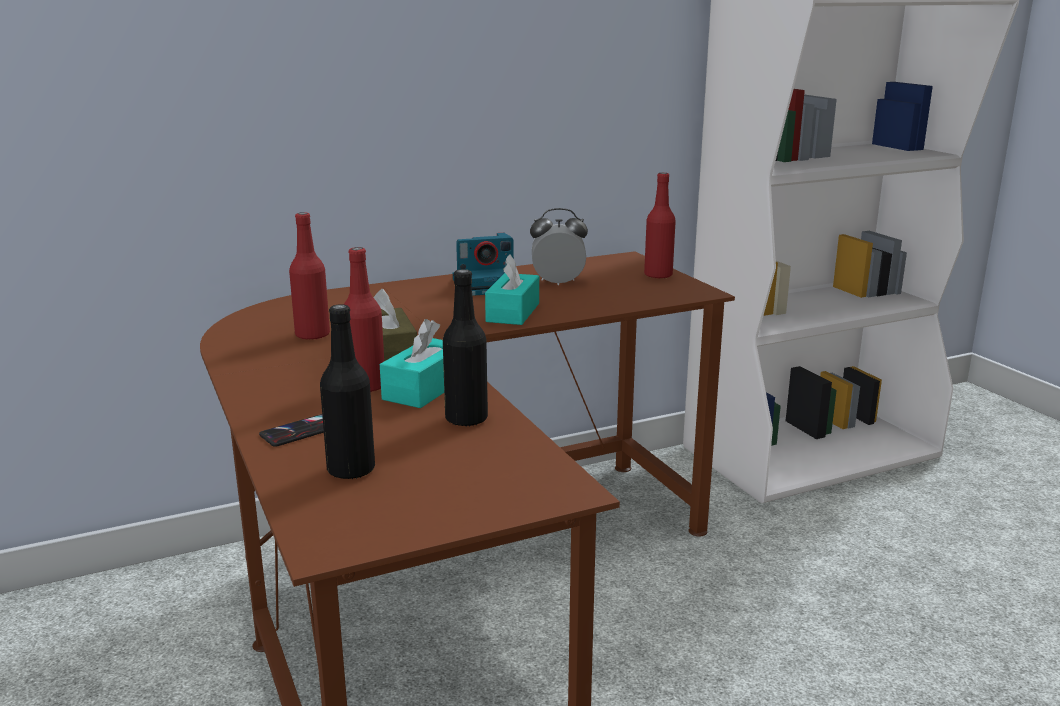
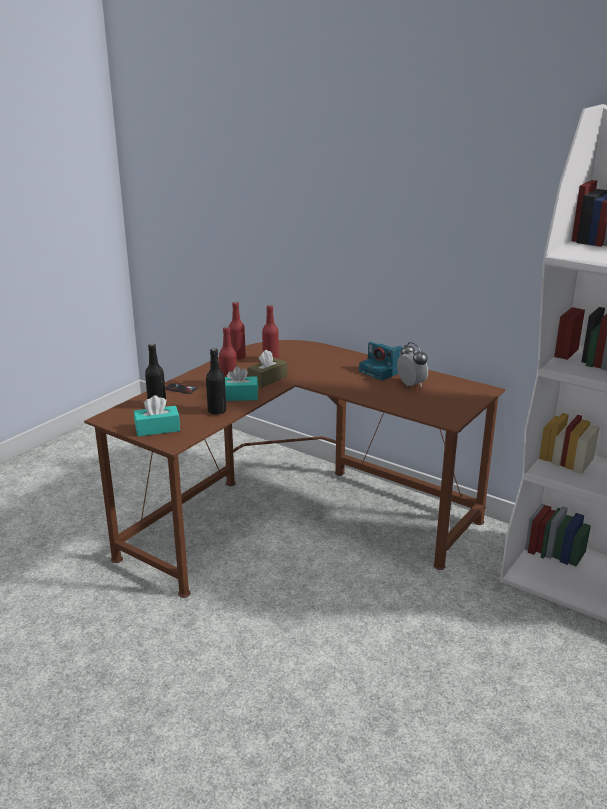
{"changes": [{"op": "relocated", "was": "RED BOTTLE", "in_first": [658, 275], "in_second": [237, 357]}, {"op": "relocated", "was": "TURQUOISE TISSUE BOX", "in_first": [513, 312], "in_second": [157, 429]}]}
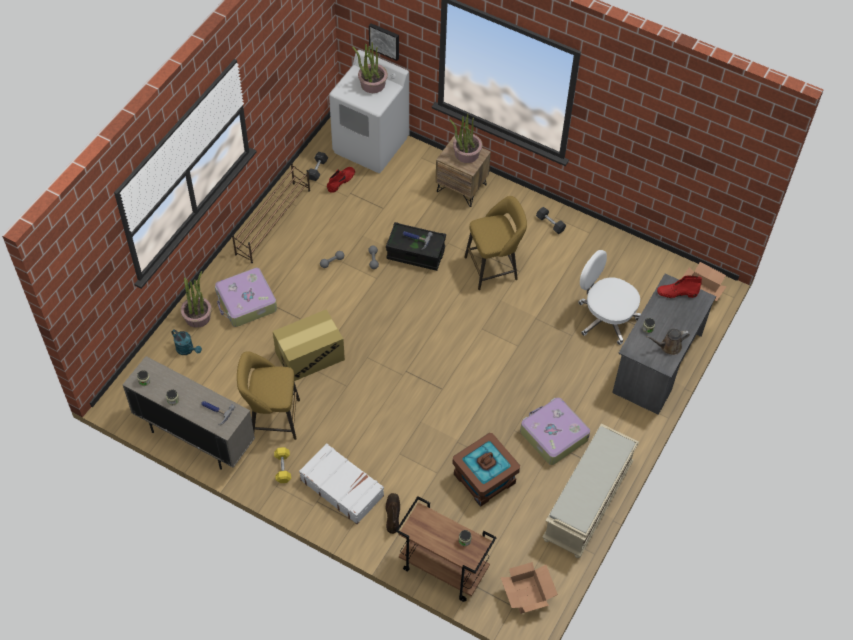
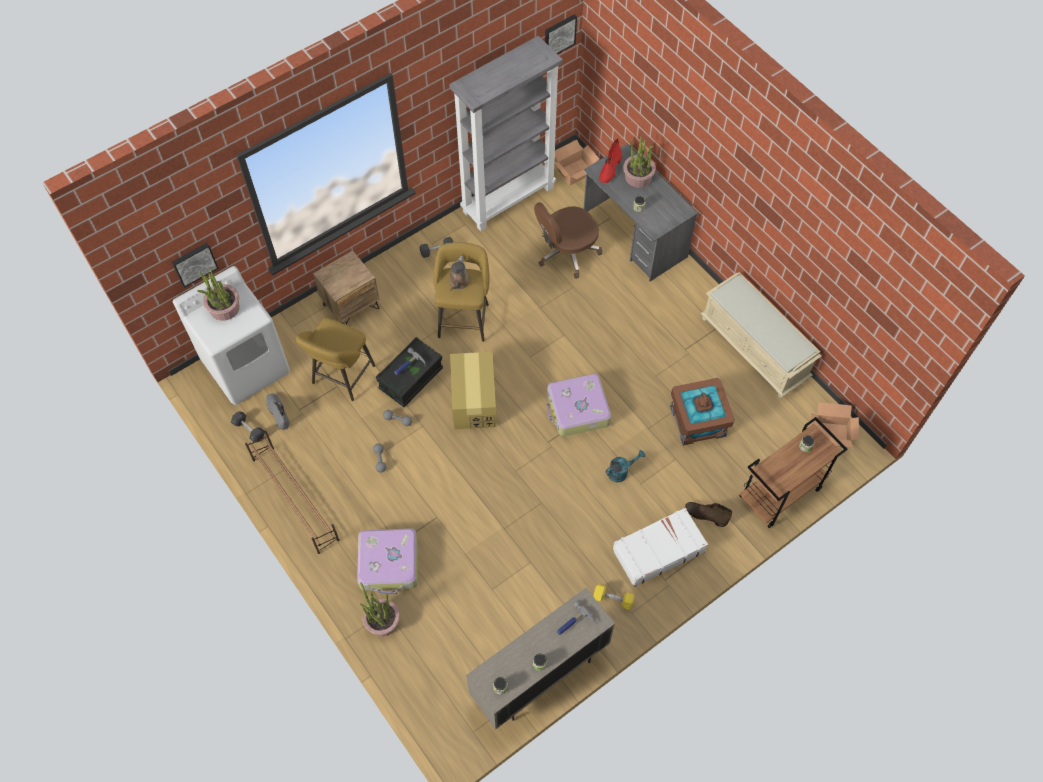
{"changes": [{"op": "relocated", "was": "POTTED PLANT", "in_first": [466, 153], "in_second": [638, 177]}, {"op": "colour", "was": "RED BOOT", "now": "GREY BOOT", "in_first": [341, 181], "in_second": [278, 412]}, {"op": "colour", "was": "WHITE OFFICE CHAIR", "now": "BROWN OFFICE CHAIR", "in_first": [605, 318], "in_second": [566, 252]}, {"op": "relocated", "was": "CARDBOARD BOX", "in_first": [309, 356], "in_second": [474, 400]}, {"op": "relocated", "was": "TURQUOISE WATERING CAN", "in_first": [187, 350], "in_second": [621, 471]}, {"op": "relocated", "was": "BROWN WATERING CAN", "in_first": [668, 346], "in_second": [459, 282]}, {"op": "relocated", "was": "YELLOW STOOL", "in_first": [272, 418], "in_second": [341, 377]}, {"op": "relocated", "was": "SUITCASE", "in_first": [553, 435], "in_second": [577, 410]}, {"op": "appeared", "now": "PICTURE", "in_second": [559, 35]}, {"op": "appeared", "now": "GREY BOOKCASE", "in_second": [508, 199]}]}
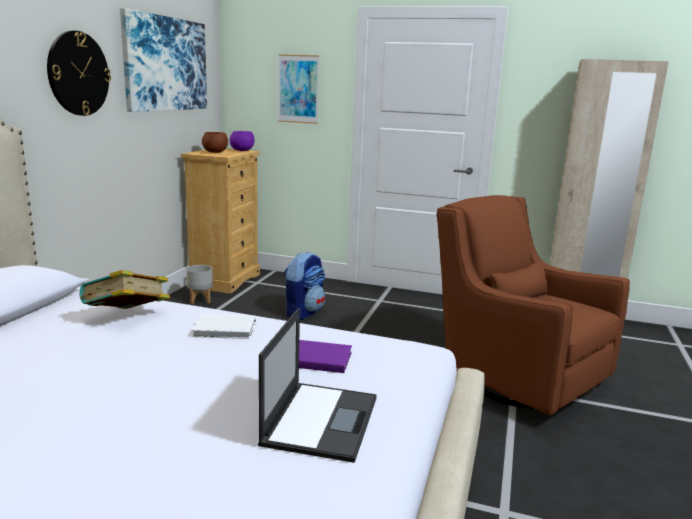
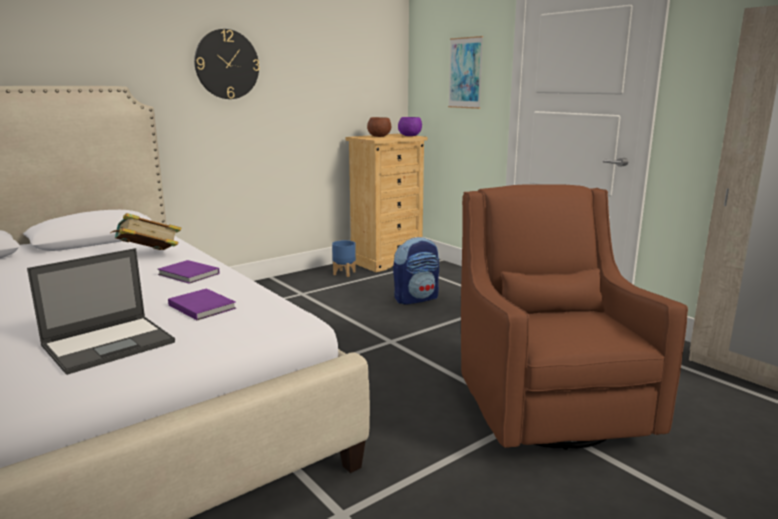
{"changes": [{"op": "missing", "was": "PICTURE", "in_first": [166, 64]}, {"op": "colour", "was": "GREY PLANTER", "now": "BLUE PLANTER", "in_first": [200, 300], "in_second": [344, 273]}, {"op": "colour", "was": "WHITE BOOK", "now": "PURPLE BOOK", "in_first": [226, 329], "in_second": [189, 274]}]}
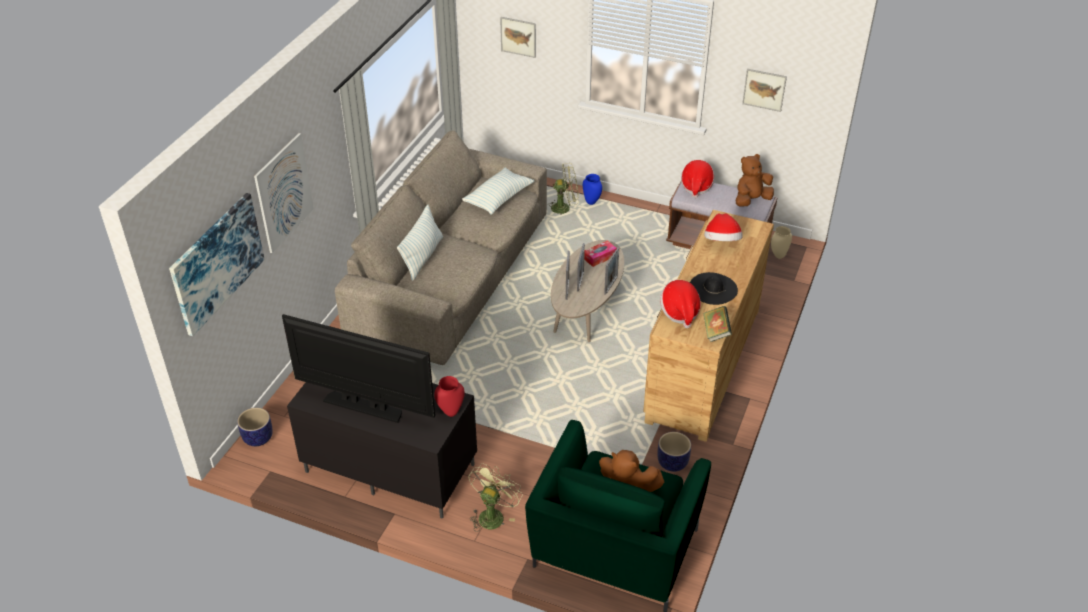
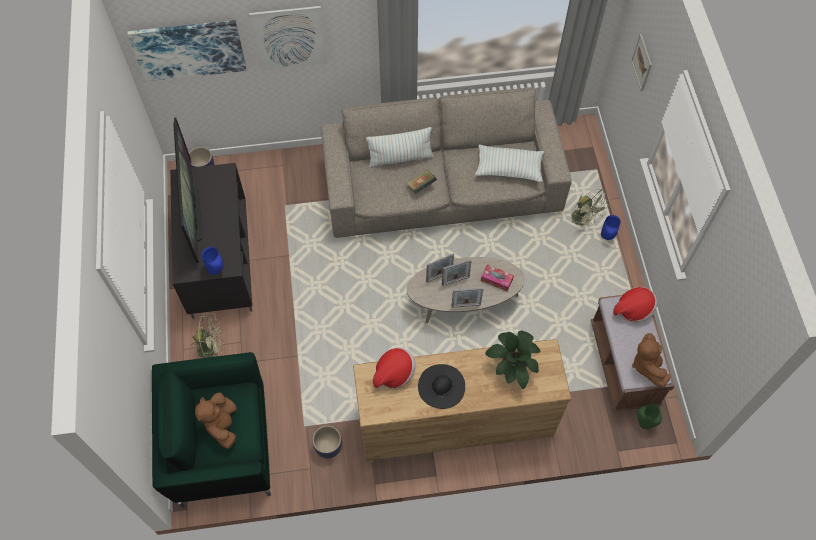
{"changes": [{"op": "missing", "was": "PICTURE", "in_first": [764, 89]}, {"op": "spun", "was": "BROWN PLUSH TOY", "in_first": [751, 200], "in_second": [647, 365], "clockwise": -120}, {"op": "exchanged", "was": "HAT", "now": "POTTED PLANT", "in_first": [722, 242], "in_second": [512, 366]}, {"op": "colour", "was": "BEIGE VASE", "now": "GREEN VASE", "in_first": [778, 255], "in_second": [644, 423]}, {"op": "relocated", "was": "BOOK", "in_first": [716, 332], "in_second": [421, 186]}, {"op": "colour", "was": "RED VASE", "now": "BLUE VASE", "in_first": [451, 412], "in_second": [216, 270]}]}
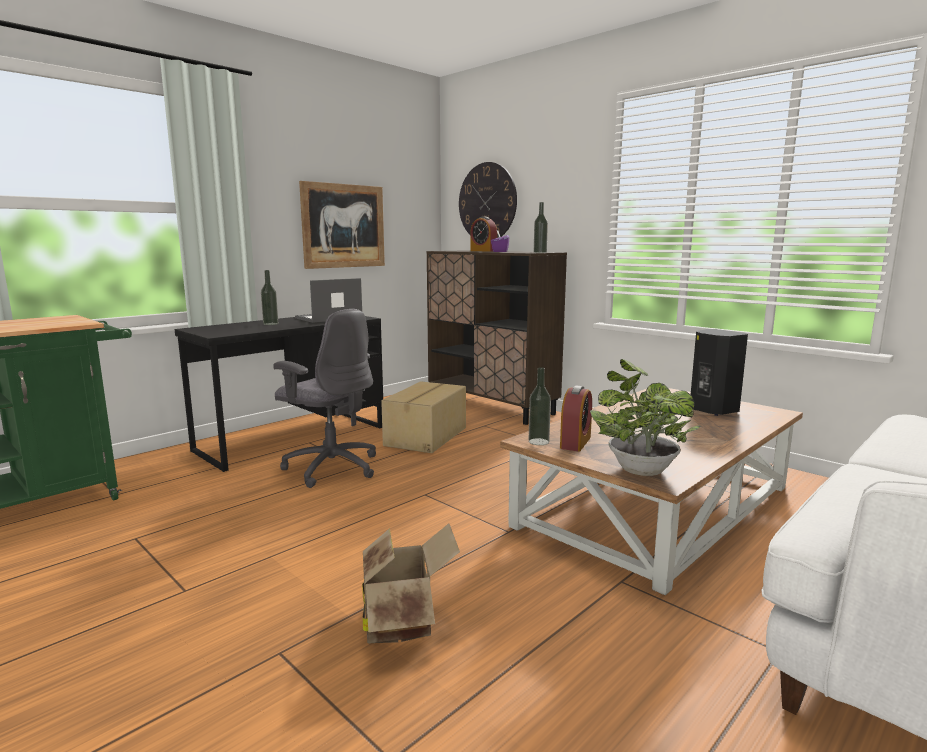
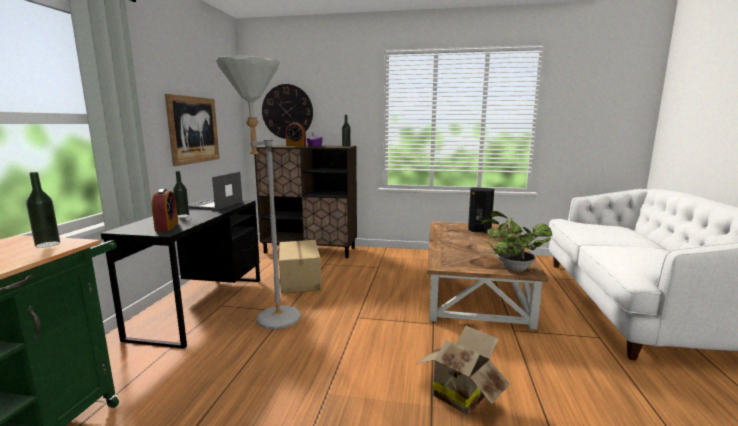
{"changes": [{"op": "exchanged", "was": "GREY OFFICE CHAIR", "now": "GREY FLOOR LAMP", "in_first": [331, 467], "in_second": [269, 318]}, {"op": "relocated", "was": "BOTTLE", "in_first": [538, 441], "in_second": [47, 244]}, {"op": "relocated", "was": "ALARM CLOCK", "in_first": [575, 442], "in_second": [167, 227]}]}
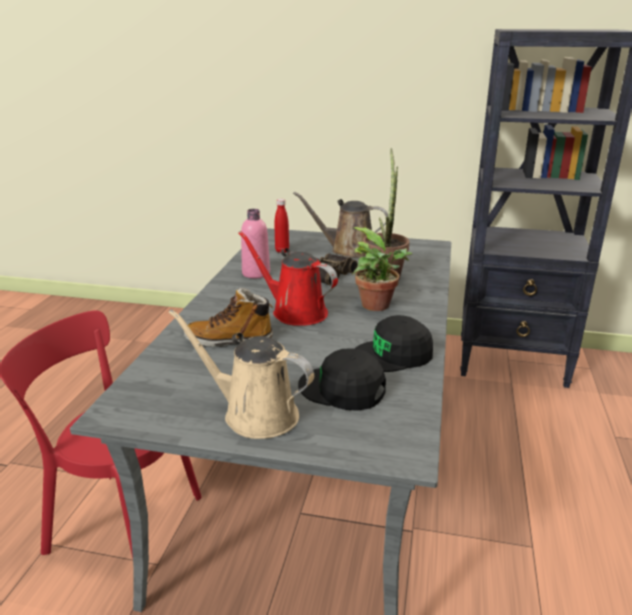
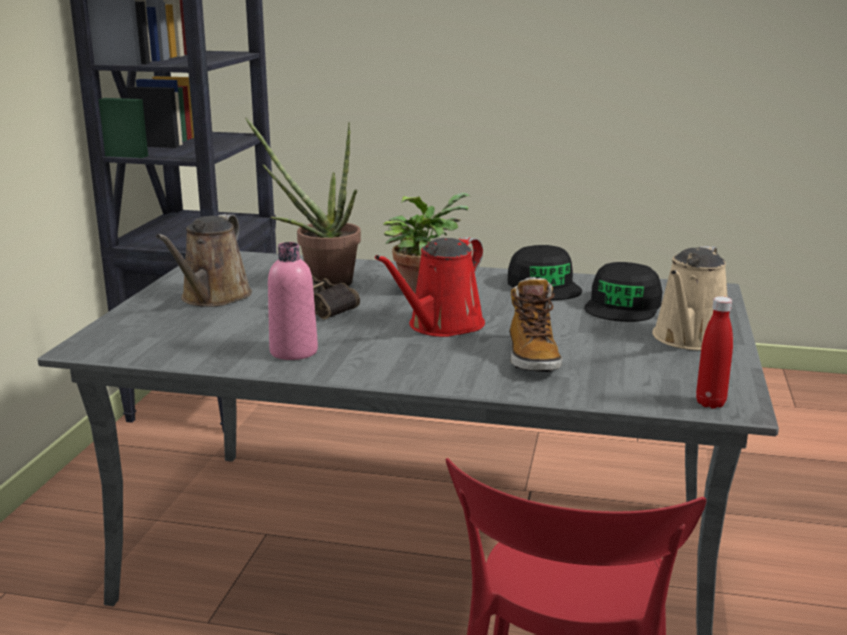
{"changes": [{"op": "relocated", "was": "RED BOTTLE", "in_first": [282, 251], "in_second": [710, 403]}]}
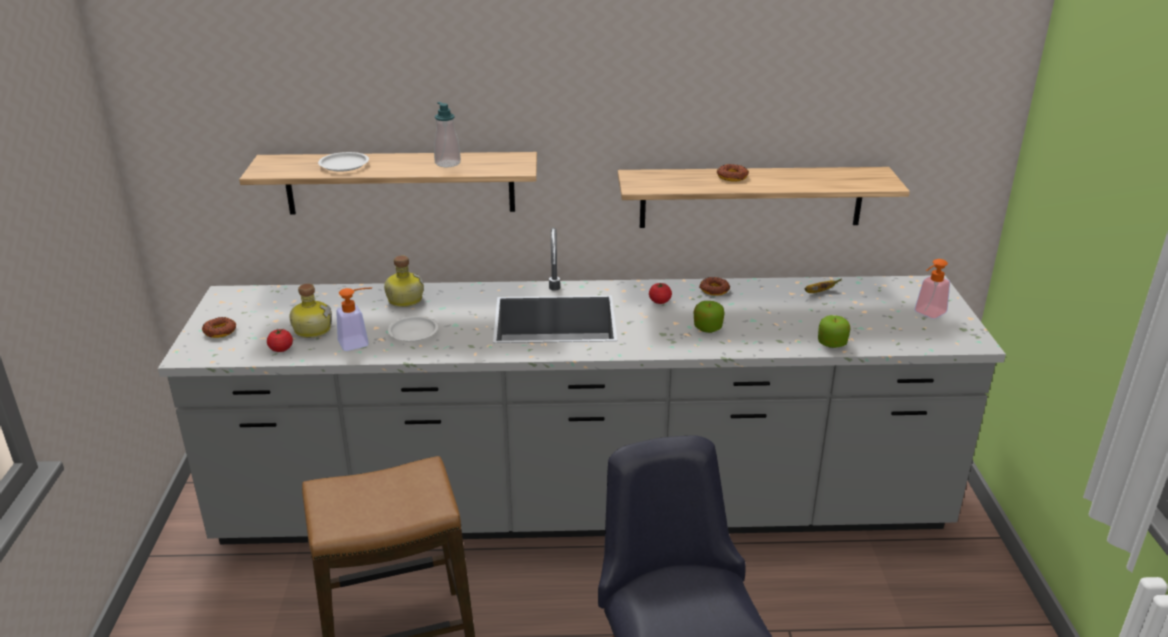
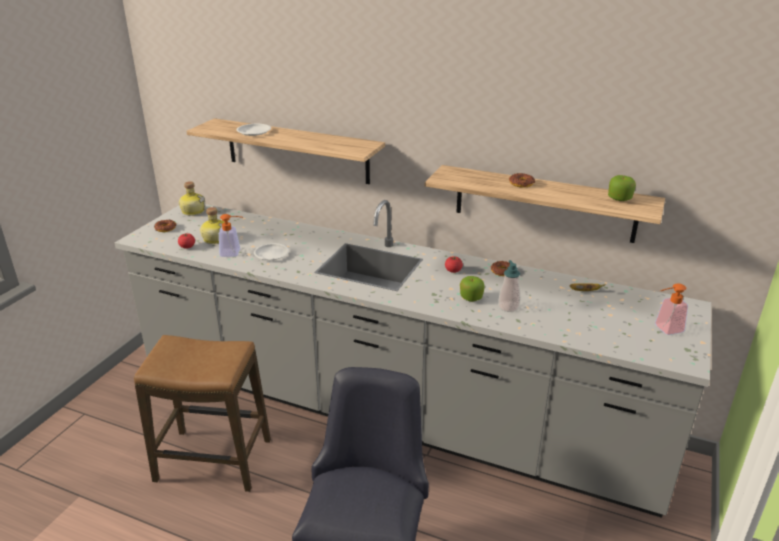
{"changes": [{"op": "relocated", "was": "SOAP DISPENSER", "in_first": [447, 163], "in_second": [508, 307]}, {"op": "relocated", "was": "BOTTLE", "in_first": [404, 299], "in_second": [193, 211]}, {"op": "relocated", "was": "APPLE", "in_first": [832, 343], "in_second": [619, 198]}]}
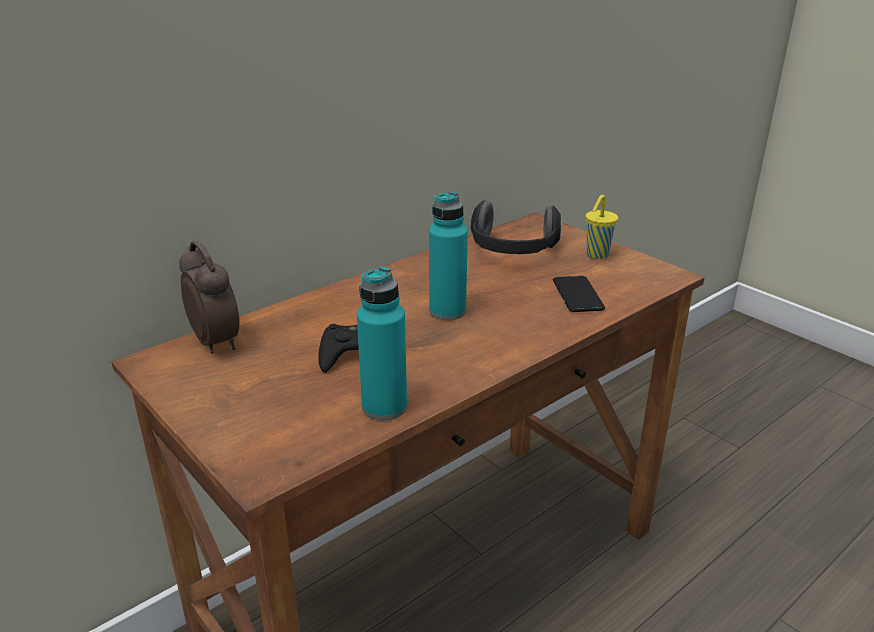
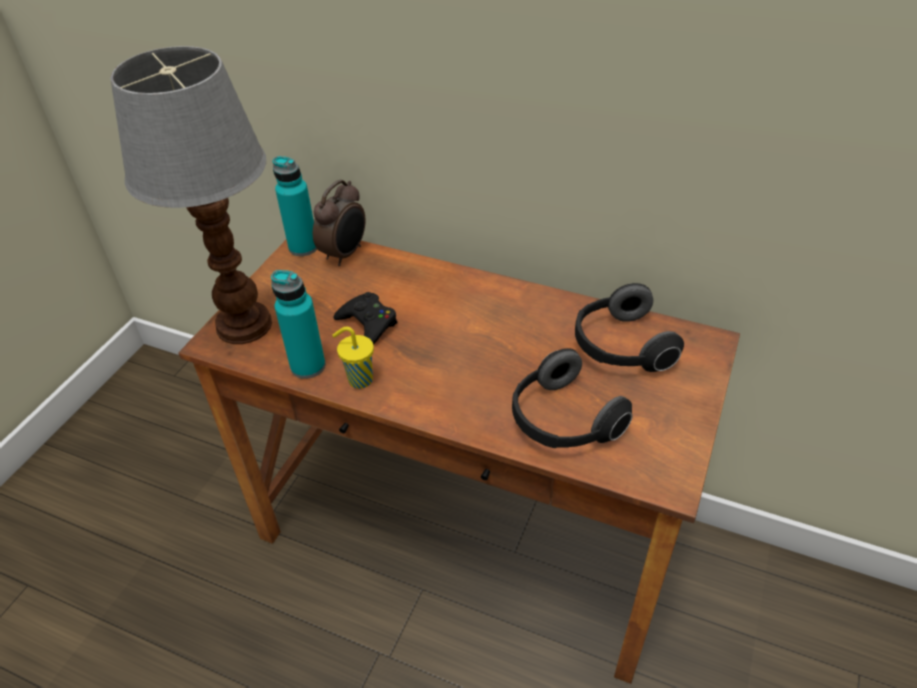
{"changes": [{"op": "relocated", "was": "TURQUOISE BOTTLE", "in_first": [447, 311], "in_second": [303, 247]}, {"op": "relocated", "was": "YELLOW CUP", "in_first": [596, 255], "in_second": [359, 380]}, {"op": "exchanged", "was": "PHONE", "now": "HEADPHONES", "in_first": [577, 295], "in_second": [562, 421]}, {"op": "appeared", "now": "TABLE LAMP", "in_second": [243, 326]}]}
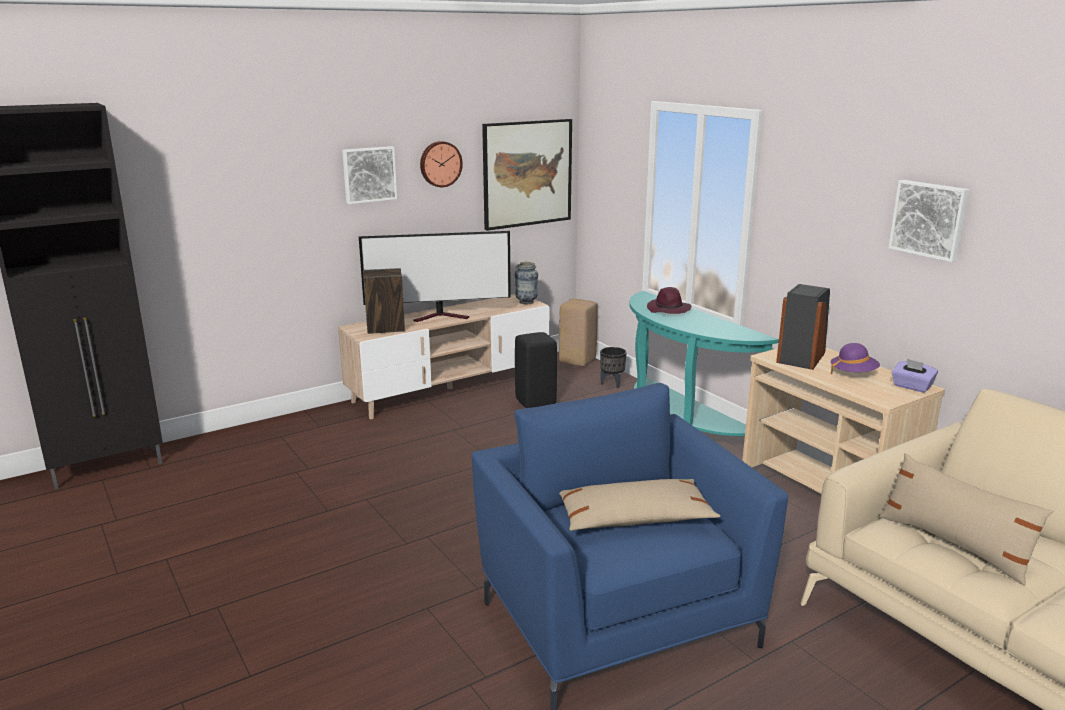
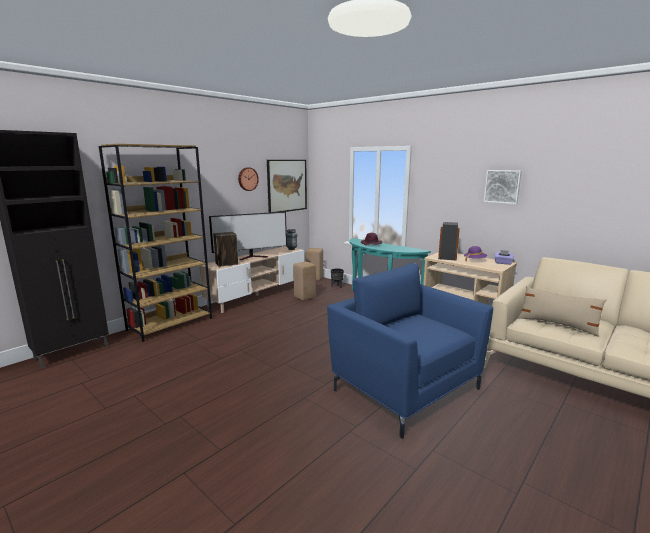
{"changes": [{"op": "missing", "was": "PICTURE", "in_first": [369, 174]}, {"op": "colour", "was": "BLACK STOOL", "now": "BEIGE STOOL", "in_first": [535, 403], "in_second": [304, 298]}, {"op": "missing", "was": "BEIGE PILLOW", "in_first": [634, 518]}, {"op": "appeared", "now": "BROWN BOOKCASE", "in_second": [170, 324]}]}
